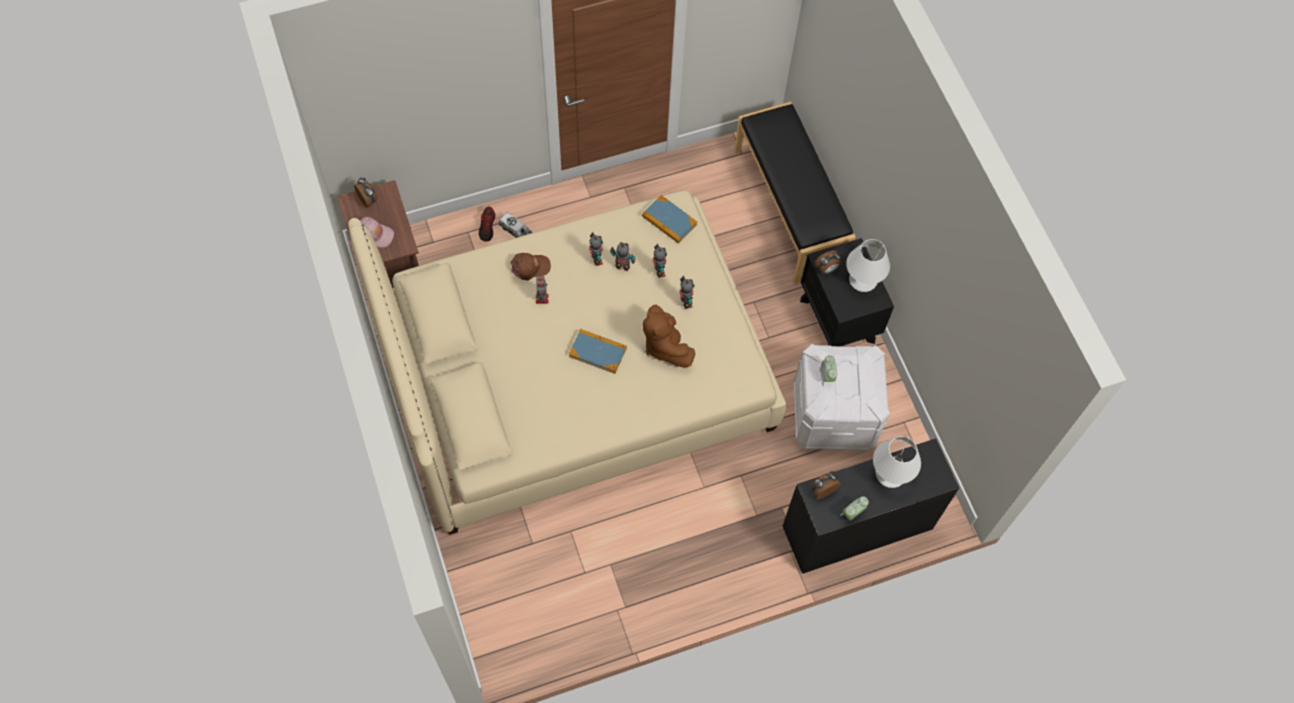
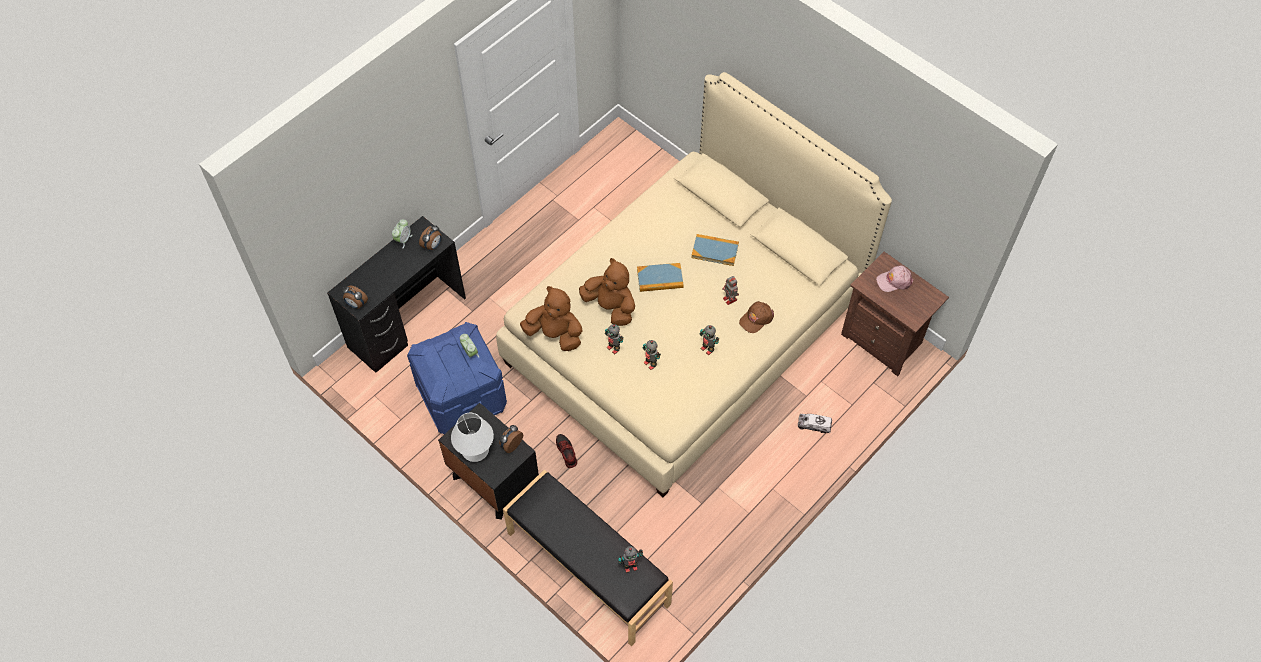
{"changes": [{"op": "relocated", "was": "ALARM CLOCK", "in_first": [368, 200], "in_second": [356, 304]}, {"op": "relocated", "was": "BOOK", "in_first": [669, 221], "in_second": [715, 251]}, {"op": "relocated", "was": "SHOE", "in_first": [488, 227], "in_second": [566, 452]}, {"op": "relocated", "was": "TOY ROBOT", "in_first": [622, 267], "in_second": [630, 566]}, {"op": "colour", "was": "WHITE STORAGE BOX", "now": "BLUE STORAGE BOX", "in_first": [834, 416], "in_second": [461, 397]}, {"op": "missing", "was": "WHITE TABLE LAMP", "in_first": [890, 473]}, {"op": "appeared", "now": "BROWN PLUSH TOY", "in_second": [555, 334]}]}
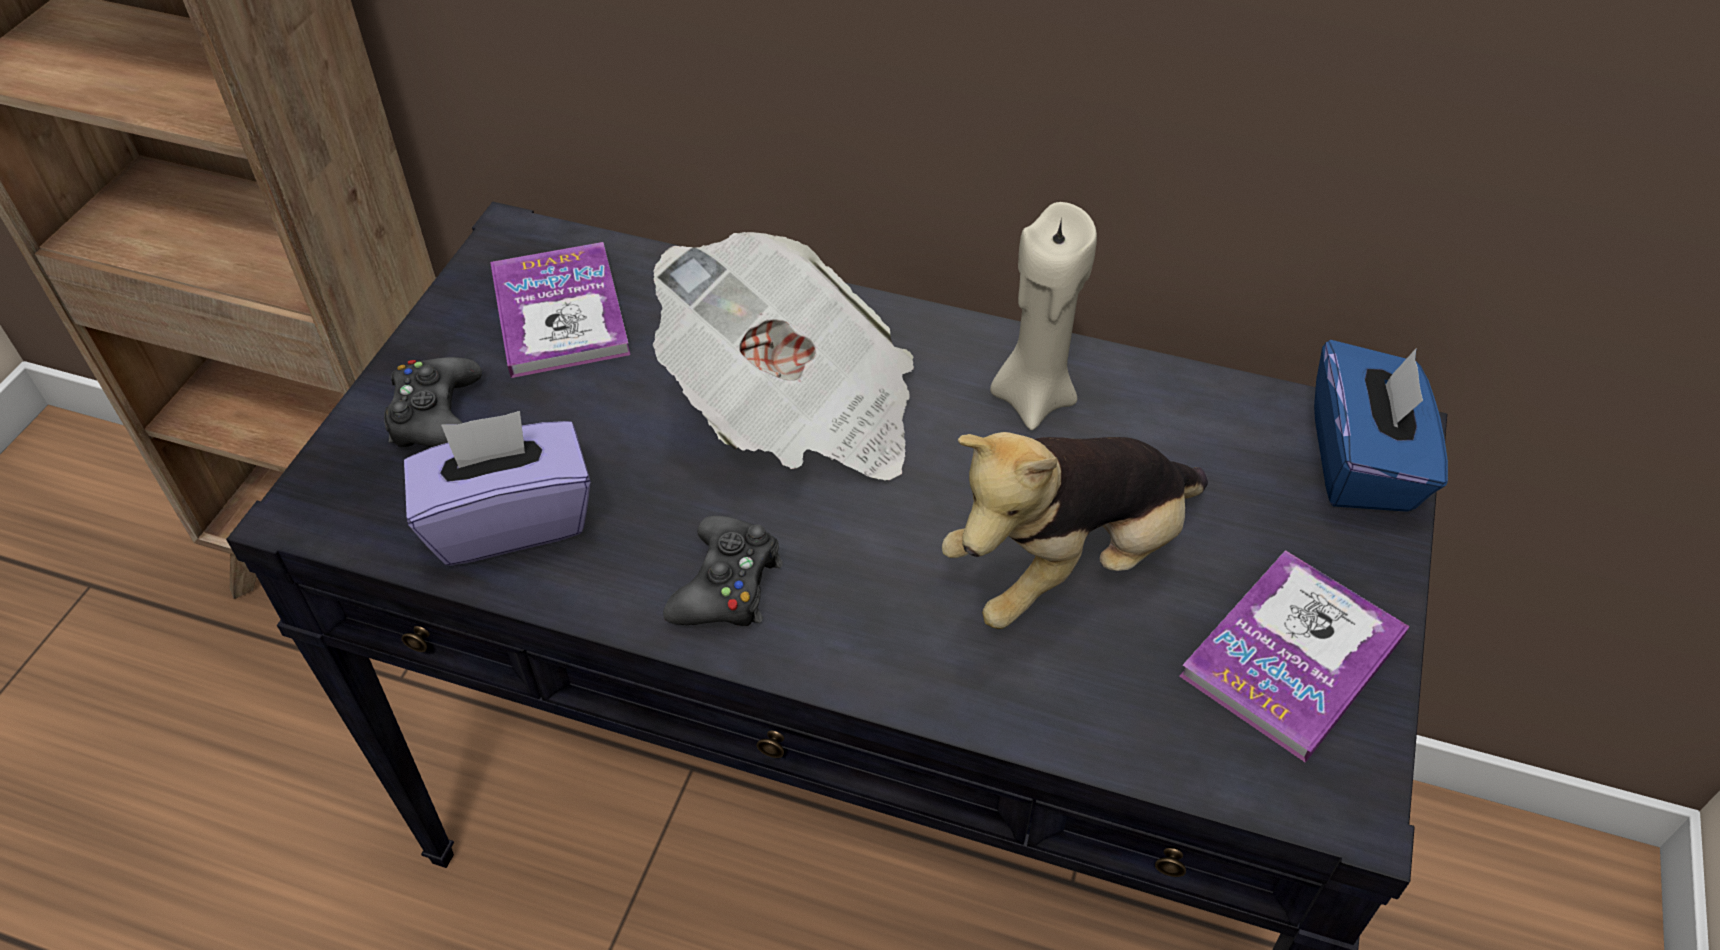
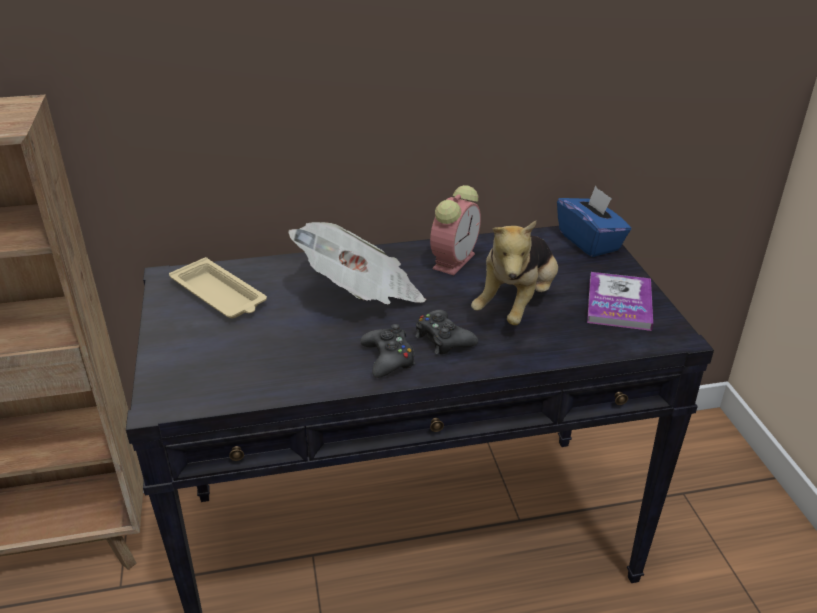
{"changes": [{"op": "exchanged", "was": "BEIGE CANDLE", "now": "ALARM CLOCK", "in_first": [1033, 397], "in_second": [454, 260]}, {"op": "exchanged", "was": "BOOK", "now": "BEIGE TRAY", "in_first": [560, 313], "in_second": [220, 295]}, {"op": "relocated", "was": "BLACK GAME CONTROLLER", "in_first": [437, 417], "in_second": [443, 339]}, {"op": "missing", "was": "PURPLE TISSUE BOX", "in_first": [509, 519]}]}
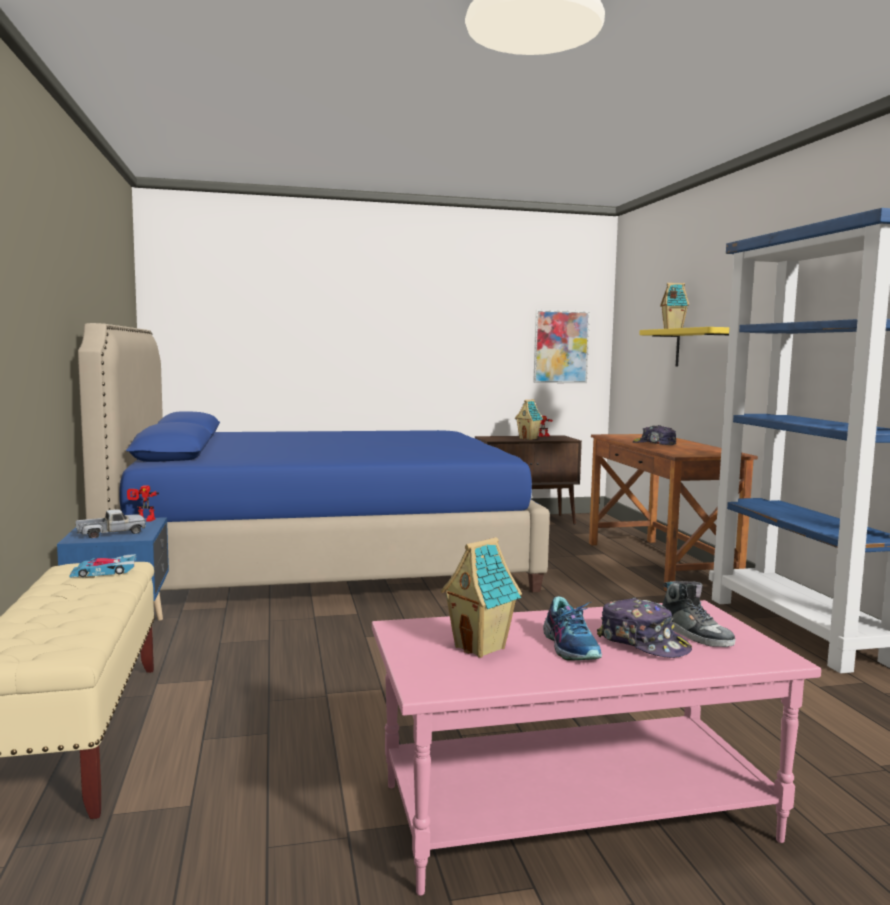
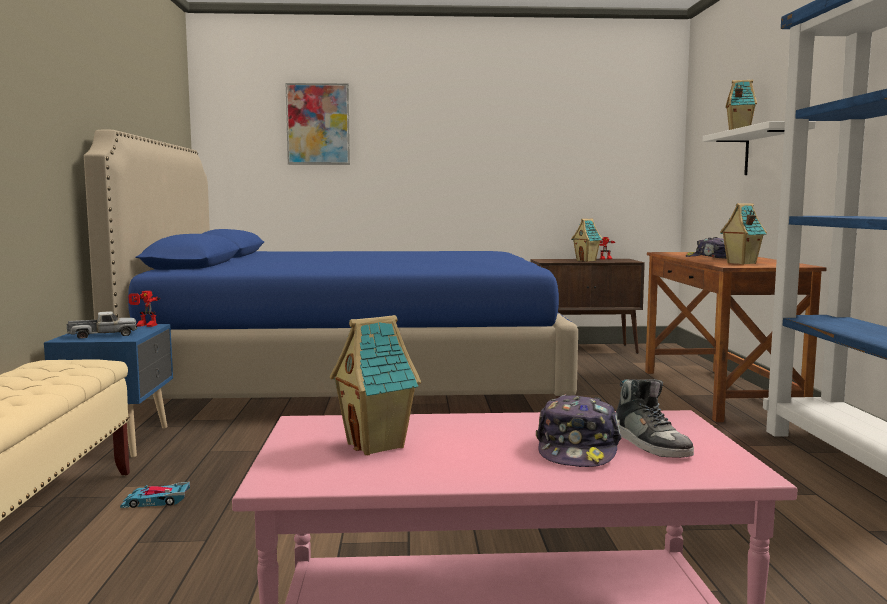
{"changes": [{"op": "relocated", "was": "PICTURE", "in_first": [561, 347], "in_second": [318, 124]}, {"op": "colour", "was": "YELLOW SHELF", "now": "WHITE SHELF", "in_first": [704, 348], "in_second": [773, 151]}, {"op": "relocated", "was": "TOY CAR", "in_first": [103, 572], "in_second": [156, 501]}, {"op": "missing", "was": "SHOE", "in_first": [571, 646]}, {"op": "spun", "was": "CAP", "in_first": [643, 643], "in_second": [578, 449], "clockwise": 45}, {"op": "appeared", "now": "TOY HOUSE", "in_second": [740, 263]}]}
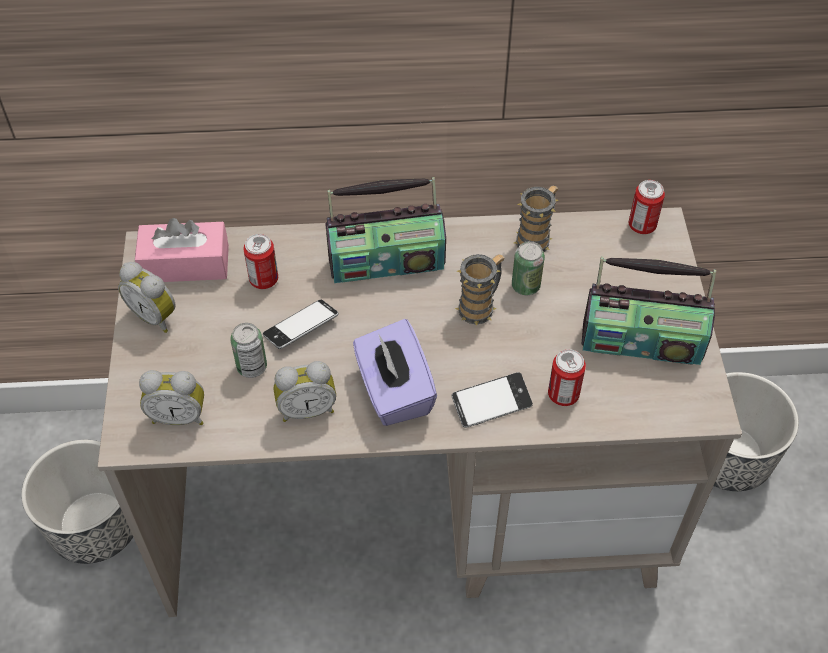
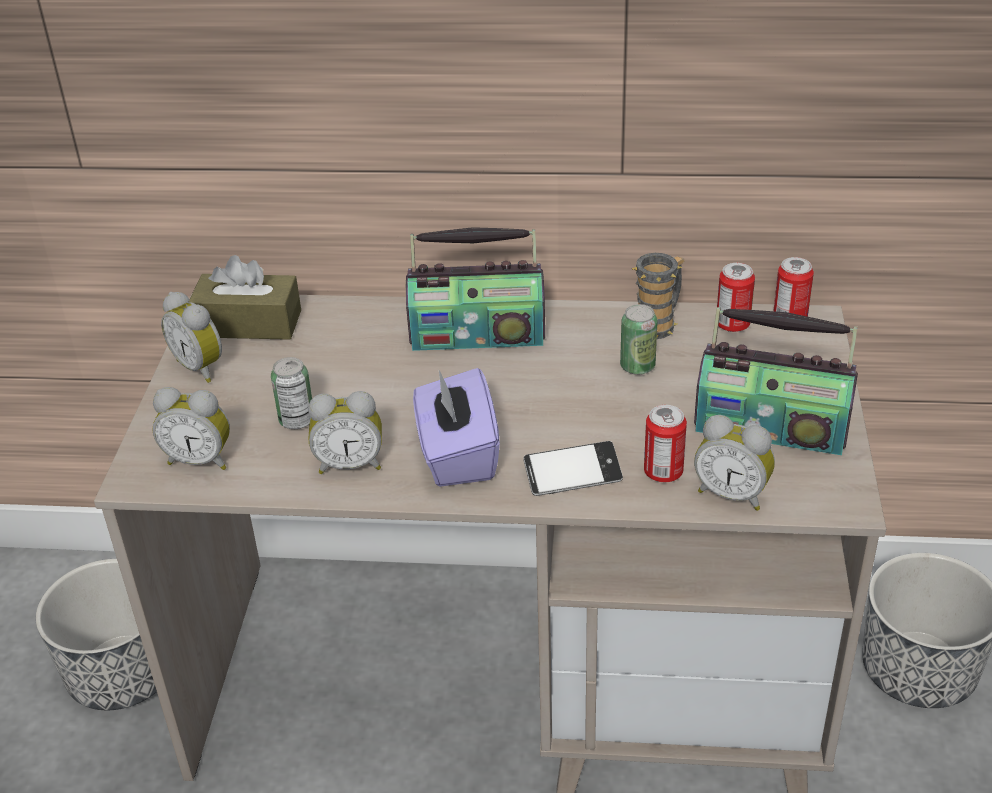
{"changes": [{"op": "colour", "was": "PINK TISSUE BOX", "now": "BROWN TISSUE BOX", "in_first": [185, 264], "in_second": [249, 324]}, {"op": "relocated", "was": "CAN", "in_first": [264, 280], "in_second": [732, 325]}, {"op": "missing", "was": "MUG", "in_first": [480, 306]}, {"op": "missing", "was": "PHONE", "in_first": [301, 328]}, {"op": "appeared", "now": "ALARM CLOCK", "in_second": [732, 494]}]}
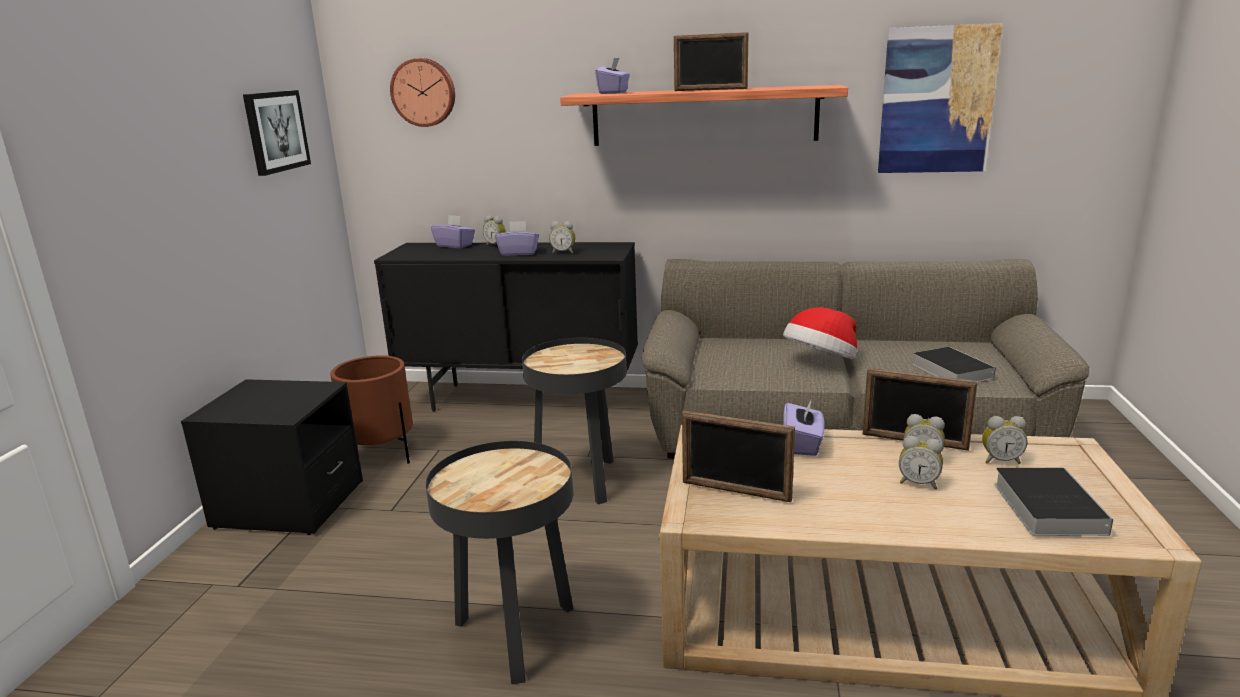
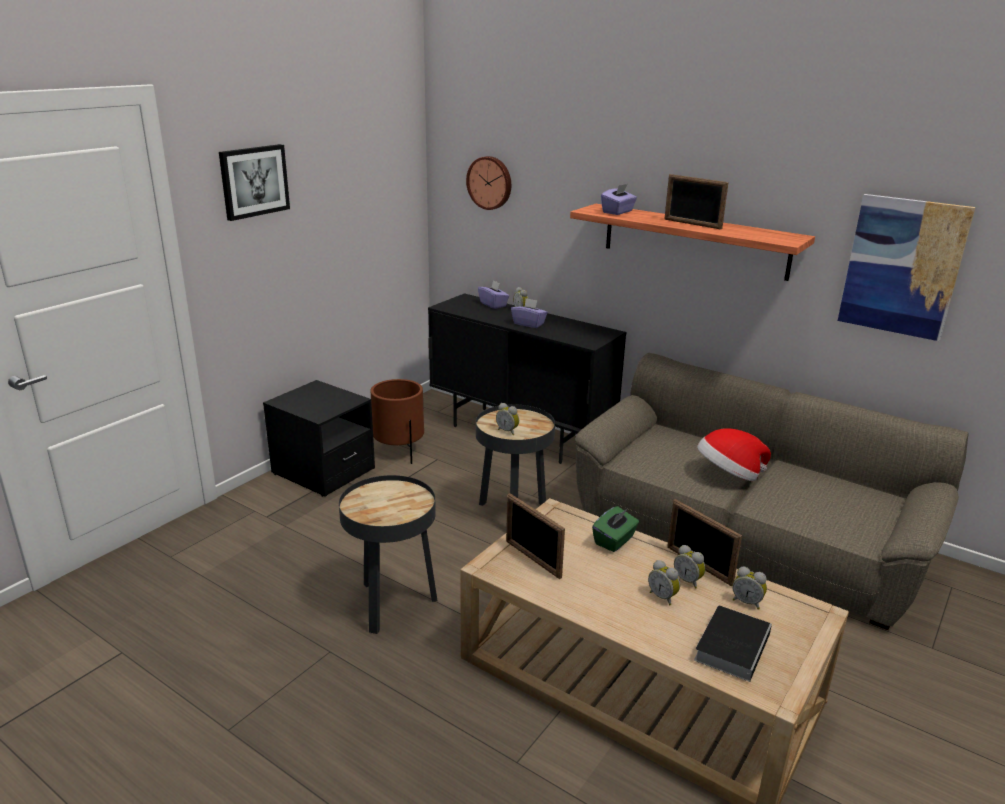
{"changes": [{"op": "relocated", "was": "PICTURE", "in_first": [275, 131], "in_second": [254, 181]}, {"op": "relocated", "was": "ALARM CLOCK", "in_first": [563, 252], "in_second": [508, 431]}, {"op": "missing", "was": "BOOK", "in_first": [949, 370]}, {"op": "colour", "was": "PURPLE TISSUE BOX", "now": "GREEN TISSUE BOX", "in_first": [802, 444], "in_second": [614, 540]}]}
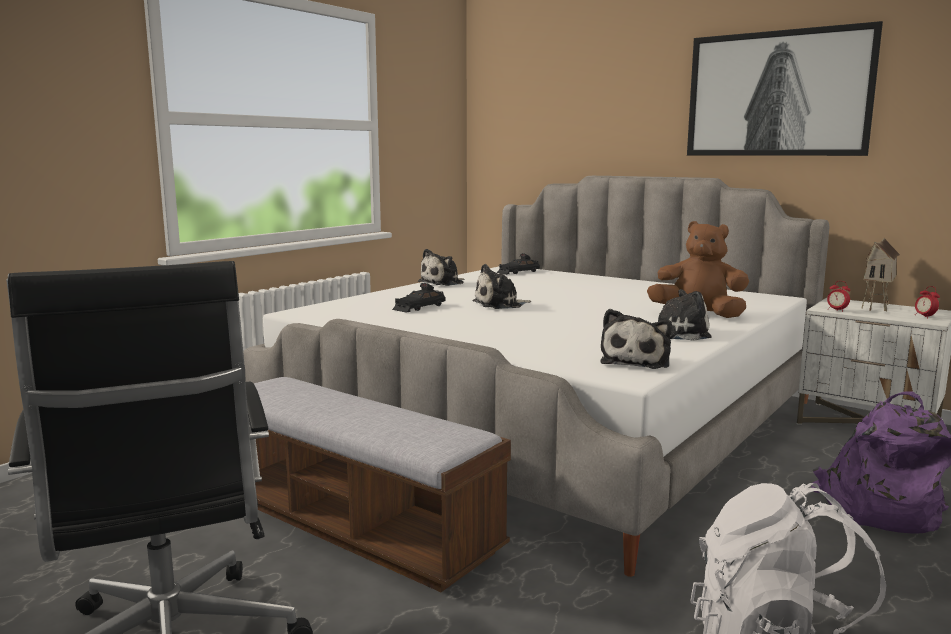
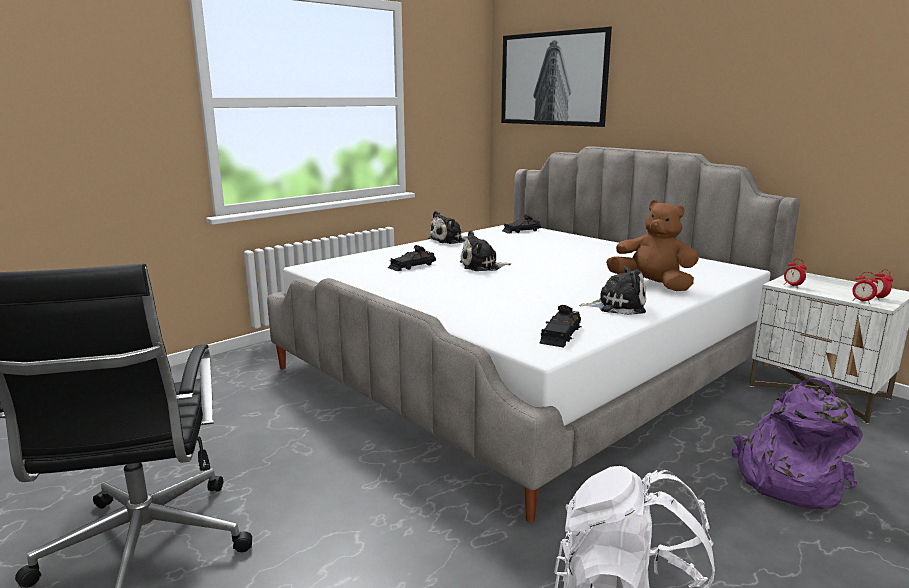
{"changes": [{"op": "relocated", "was": "PICTURE", "in_first": [778, 94], "in_second": [553, 79]}, {"op": "missing", "was": "TOY HOUSE", "in_first": [877, 307]}, {"op": "exchanged", "was": "PLUSH TOY", "now": "BLACK TOY CAR", "in_first": [636, 361], "in_second": [560, 335]}, {"op": "missing", "was": "BENCH", "in_first": [354, 525]}, {"op": "appeared", "now": "ALARM CLOCK", "in_second": [862, 301]}]}
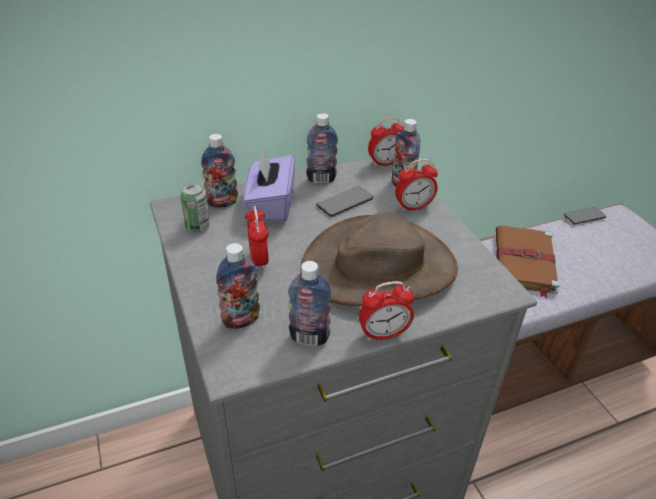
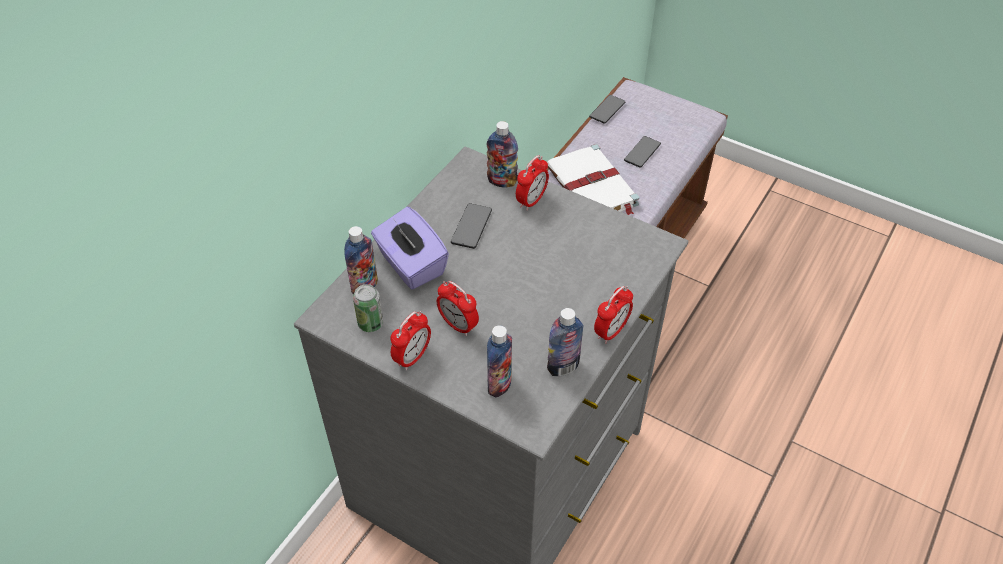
{"changes": [{"op": "missing", "was": "BOTTLE", "in_first": [321, 179]}, {"op": "relocated", "was": "ALARM CLOCK", "in_first": [385, 163], "in_second": [412, 357]}, {"op": "missing", "was": "BROWN HAT", "in_first": [379, 267]}, {"op": "colour", "was": "BROWN BOOK", "now": "WHITE BOOK", "in_first": [524, 262], "in_second": [592, 187]}, {"op": "appeared", "now": "PHONE", "in_second": [642, 152]}]}
